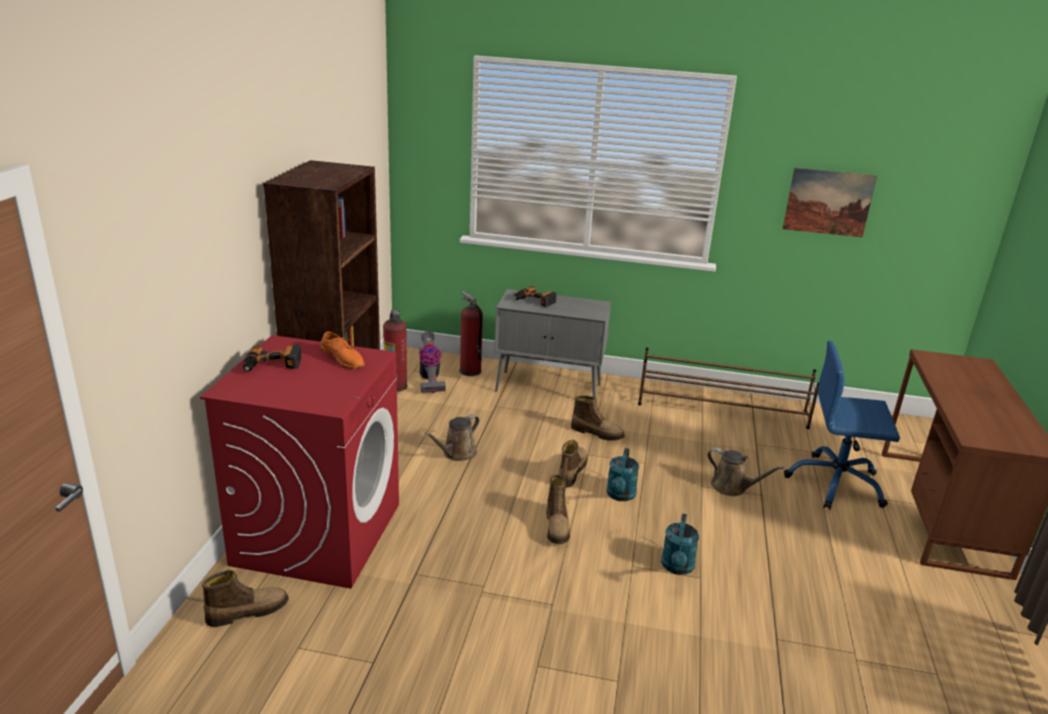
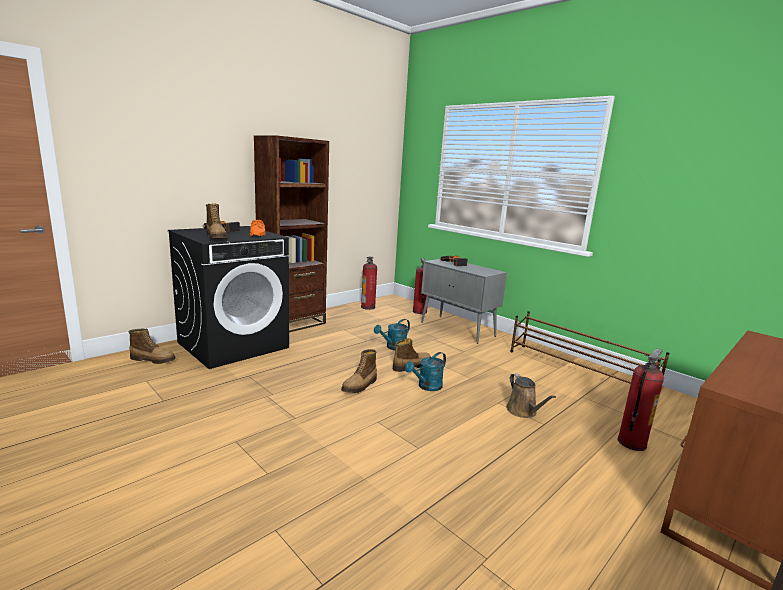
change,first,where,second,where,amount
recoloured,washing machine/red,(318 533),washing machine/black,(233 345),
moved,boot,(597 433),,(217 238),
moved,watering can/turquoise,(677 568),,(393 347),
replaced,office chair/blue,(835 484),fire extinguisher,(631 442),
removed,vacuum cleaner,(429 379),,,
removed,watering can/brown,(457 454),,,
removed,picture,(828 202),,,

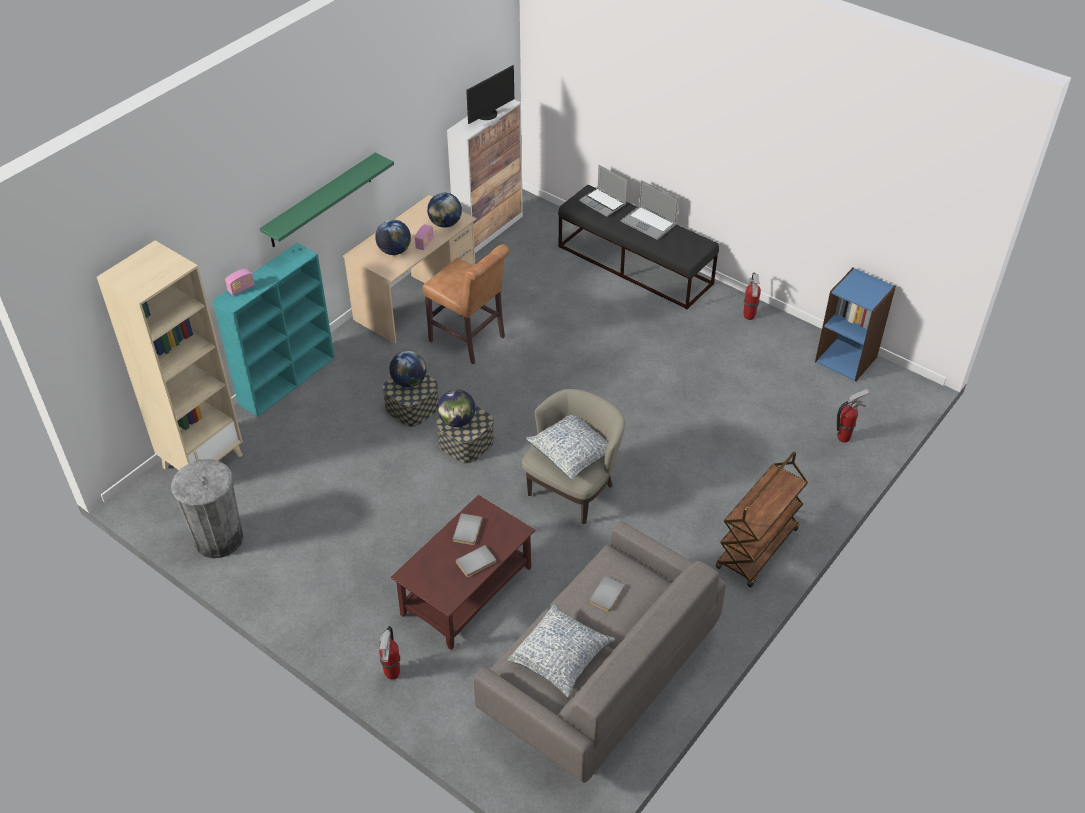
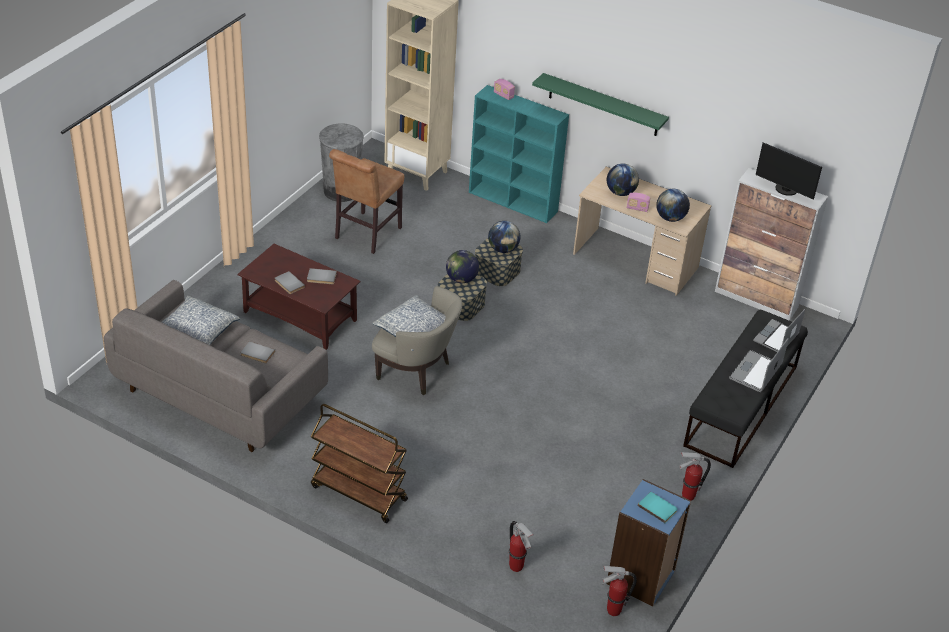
change,first,where,second,where,amount
moved,chair/brown,(470 341),,(366 235),
moved,fire extinguisher,(392 674),,(613 611),
added,,,book/turquoise,(658 508),

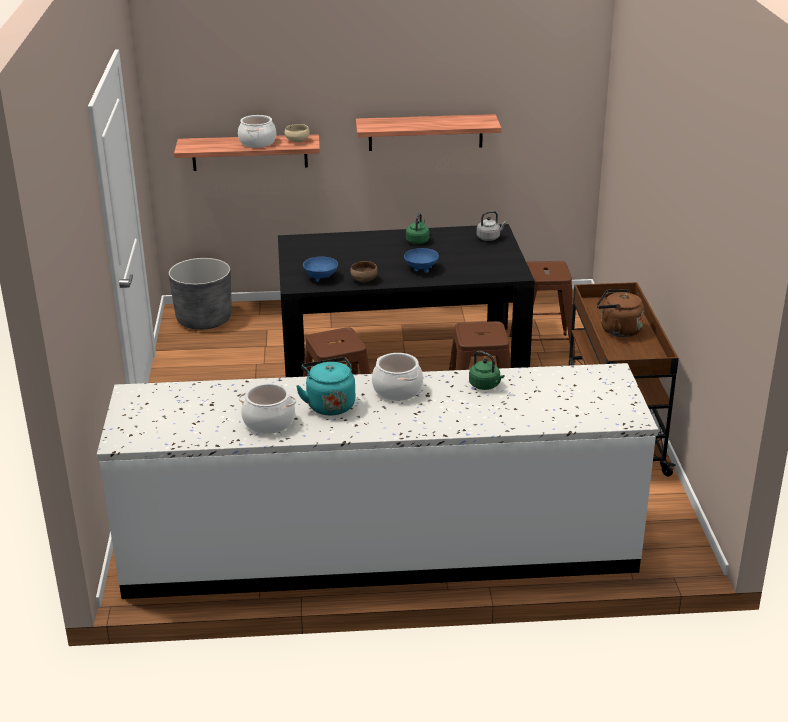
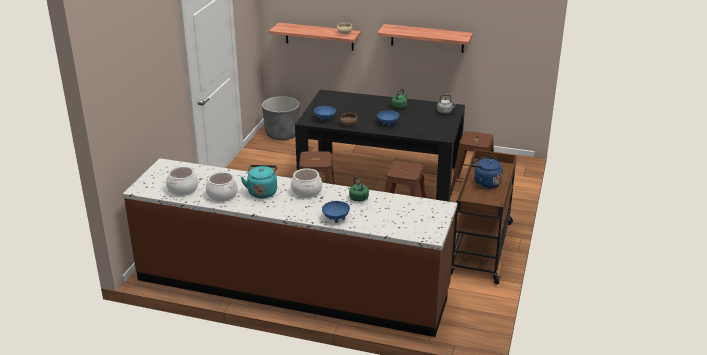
change,first,where,second,where,amount
recoloured,counter/white,(379 547),counter/brown,(292 285),
moved,cooking pot,(257 142),,(183 189),
added,,,bowl/blue,(336 218),
recoloured,kettle/brown,(617 330),kettle/blue,(485 183),

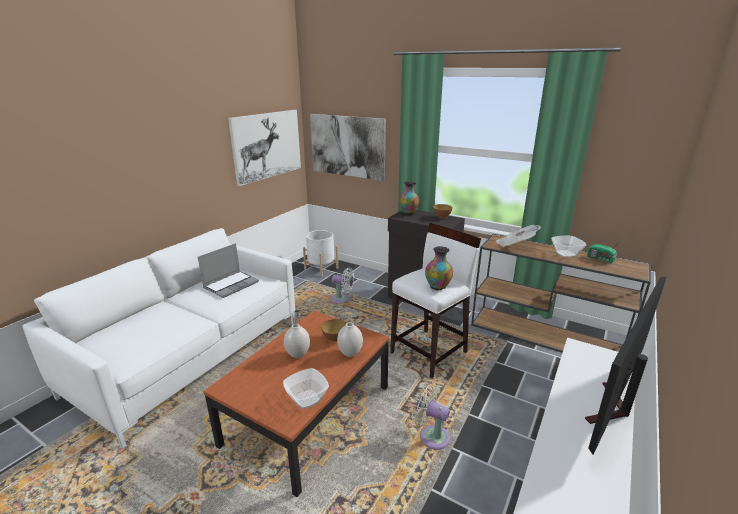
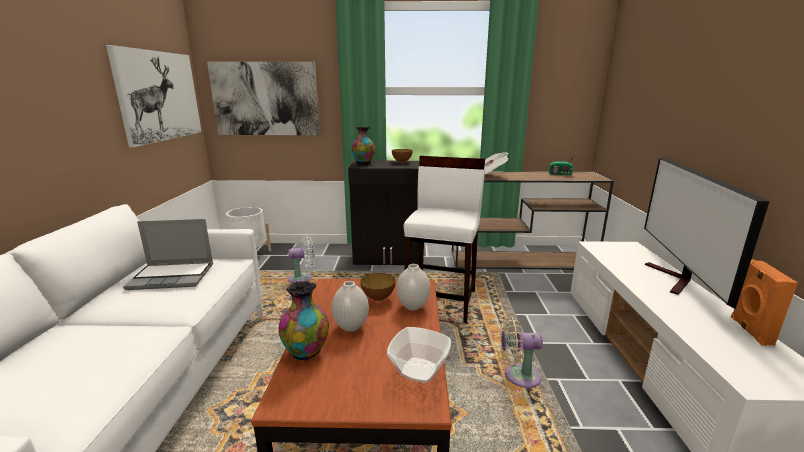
change,first,where,second,where,amount
turned,laptop,(231 284),,(173 276),75 degrees clockwise
moved,vase,(438 287),,(306 352),
added,,,speaker/orange,(749 331),
removed,bowl,(565 254),,,

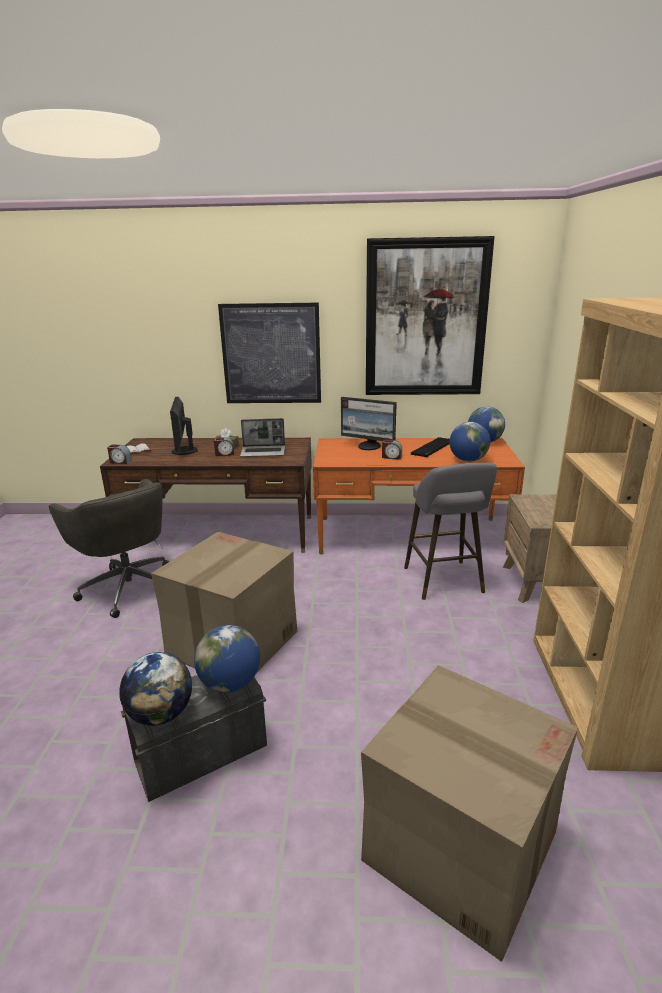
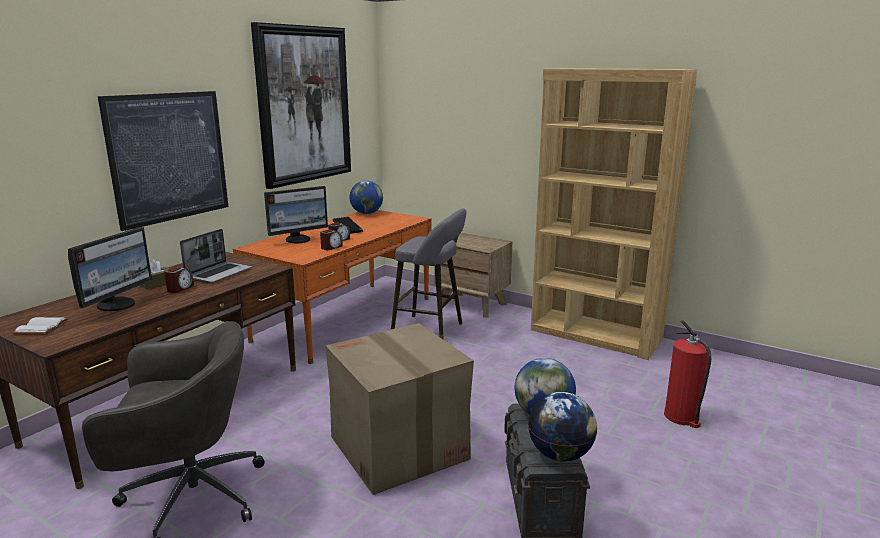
change,first,where,second,where,amount
turned,monitor,(183 451),,(117 304),90 degrees counterclockwise
moved,alarm clock,(120 461),,(331 247),
replaced,cardboard box,(459 845),fire extinguisher,(682 417),
removed,globe,(468 460),,,

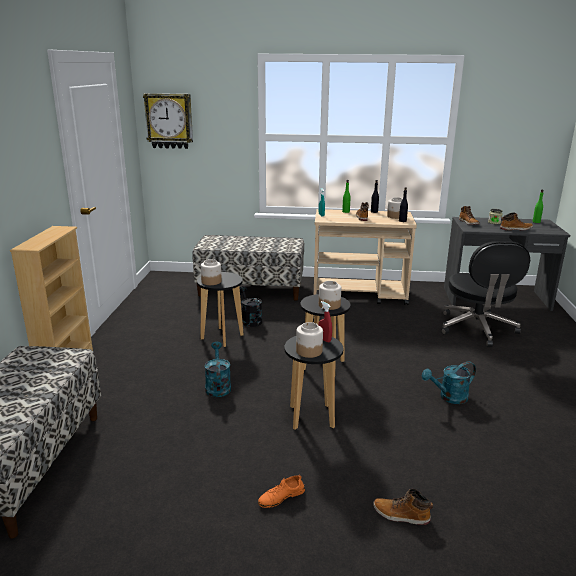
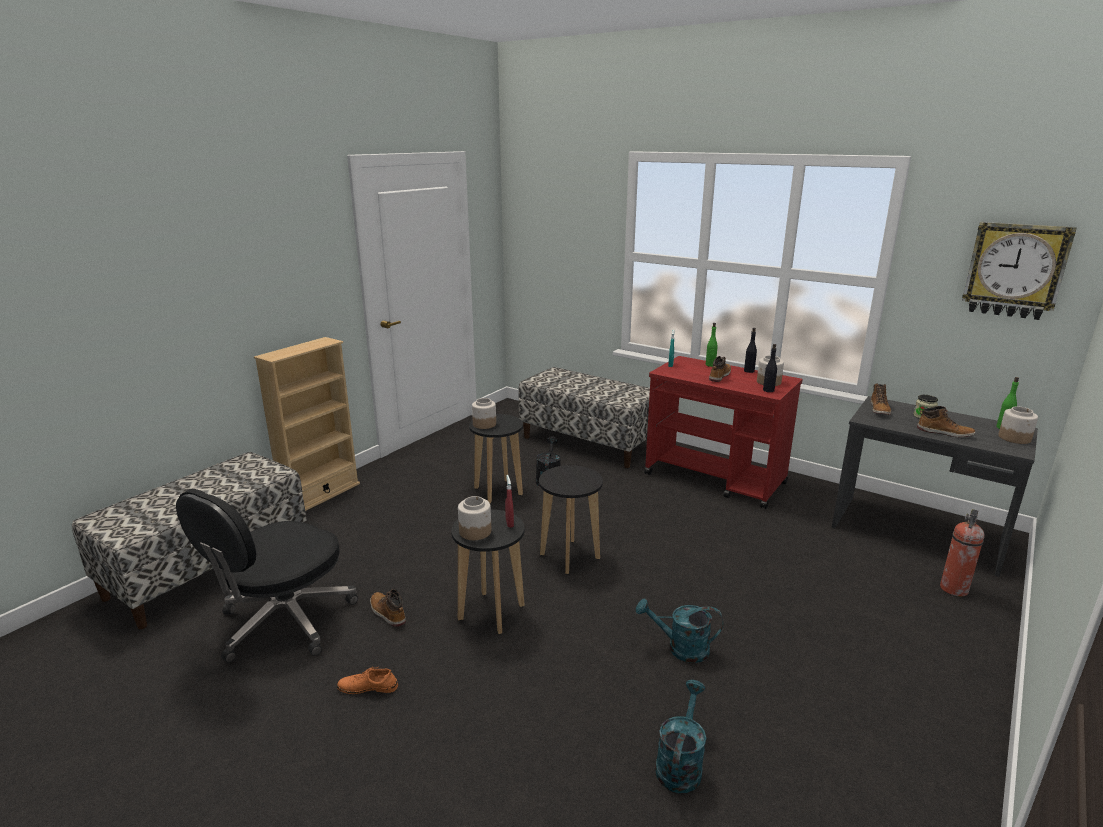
change,first,where,second,where,amount
moved,office chair/black,(477 329),,(284 622),
moved,boot,(401 515),,(387 613),
recoloured,cart/beige,(360 294),cart/red,(715 479),
moved,watering can/turquoise,(217 386),,(680 763),
added,,,fire extinguisher,(953 589),
moved,wall clock,(169 121),,(1015 270),
moved,jar,(329 305),,(1014 438),

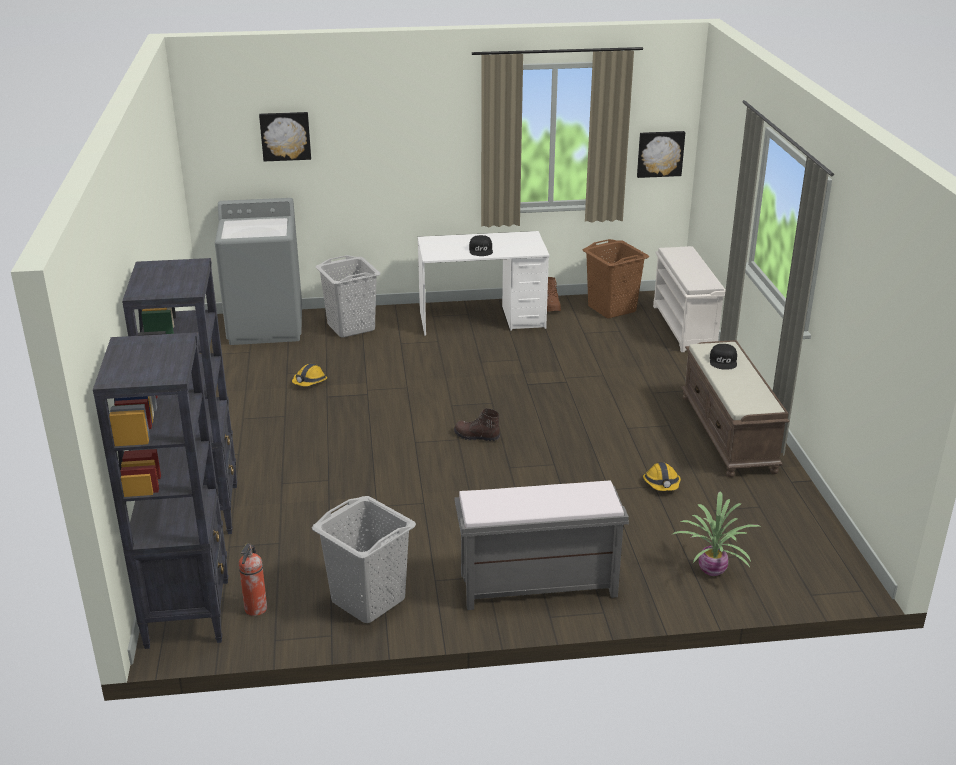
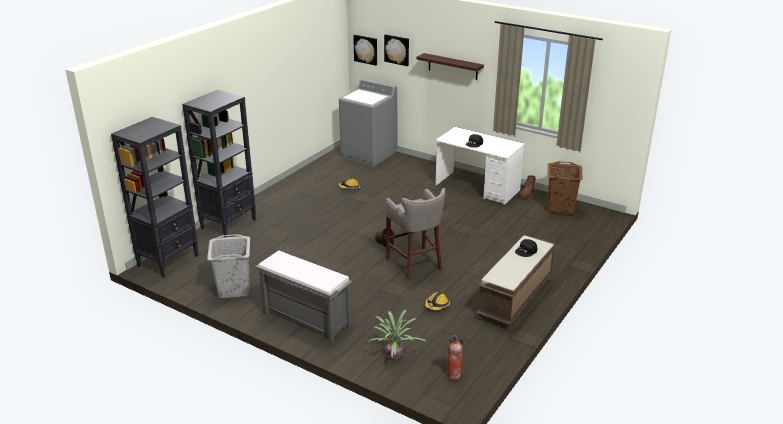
change,first,where,second,where,amount
moved,picture,(660 153),,(366 49),
added,,,stool/grey,(415 264),
added,,,shelf,(453 66),
moved,fire extinguisher,(255 609),,(453 375),
removed,laundry basket/grey,(351 327),,,
removed,shoe rack/white,(685 327),,,

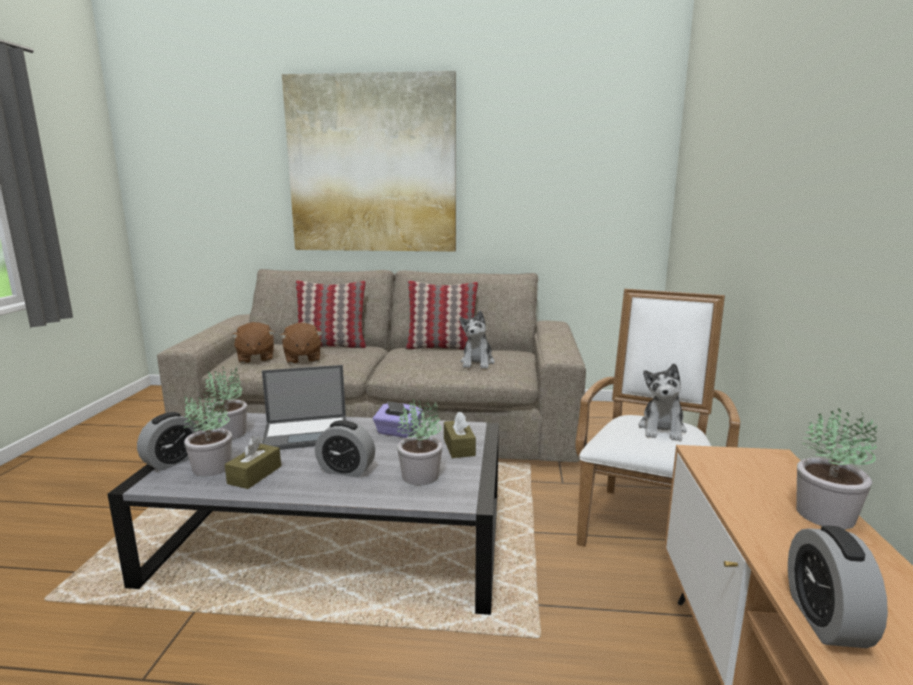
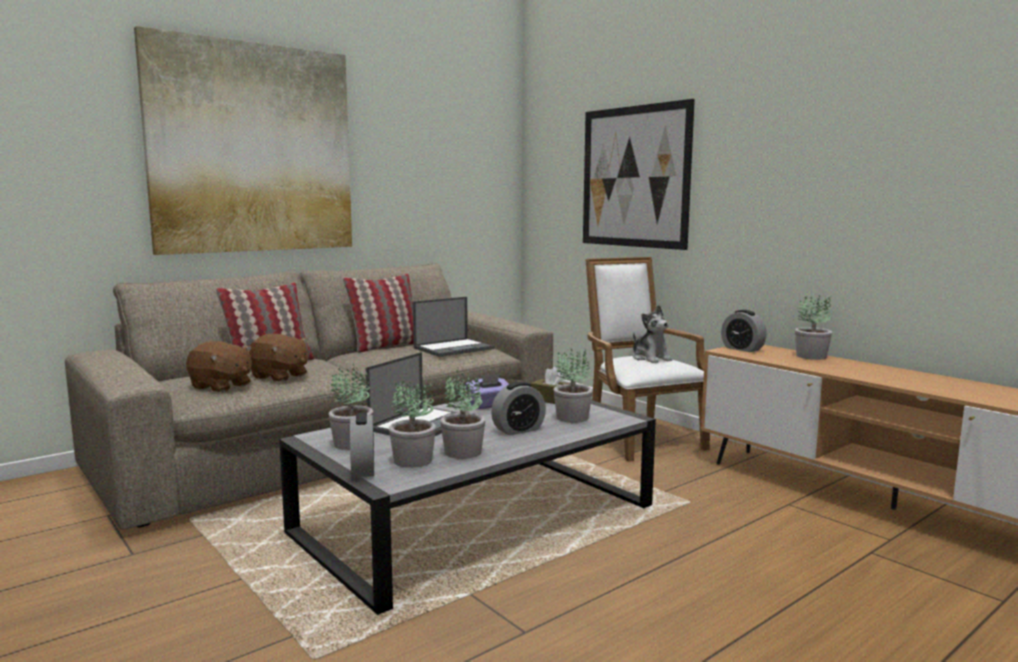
change,first,where,second,where,amount
replaced,plush toy,(477 362),laptop,(454 348),
replaced,tissue box/brown,(254 475),potted plant,(462 452),
added,,,picture,(634 177),
moved,alarm clock,(825 620),,(742 349),

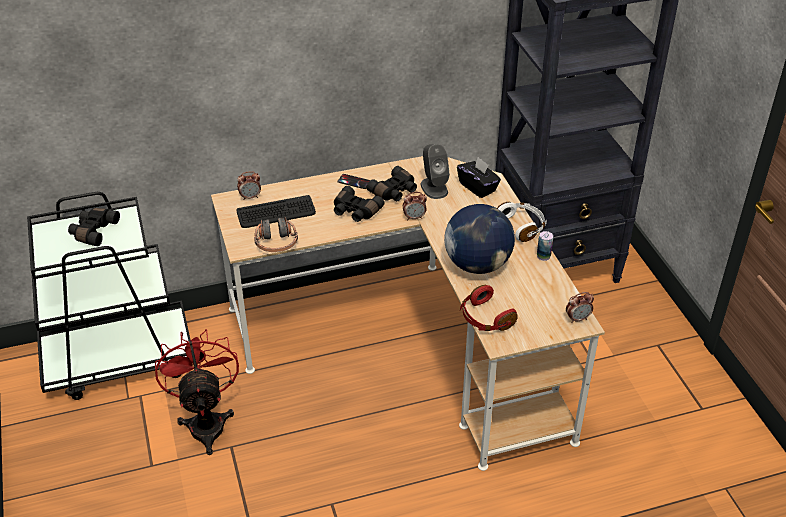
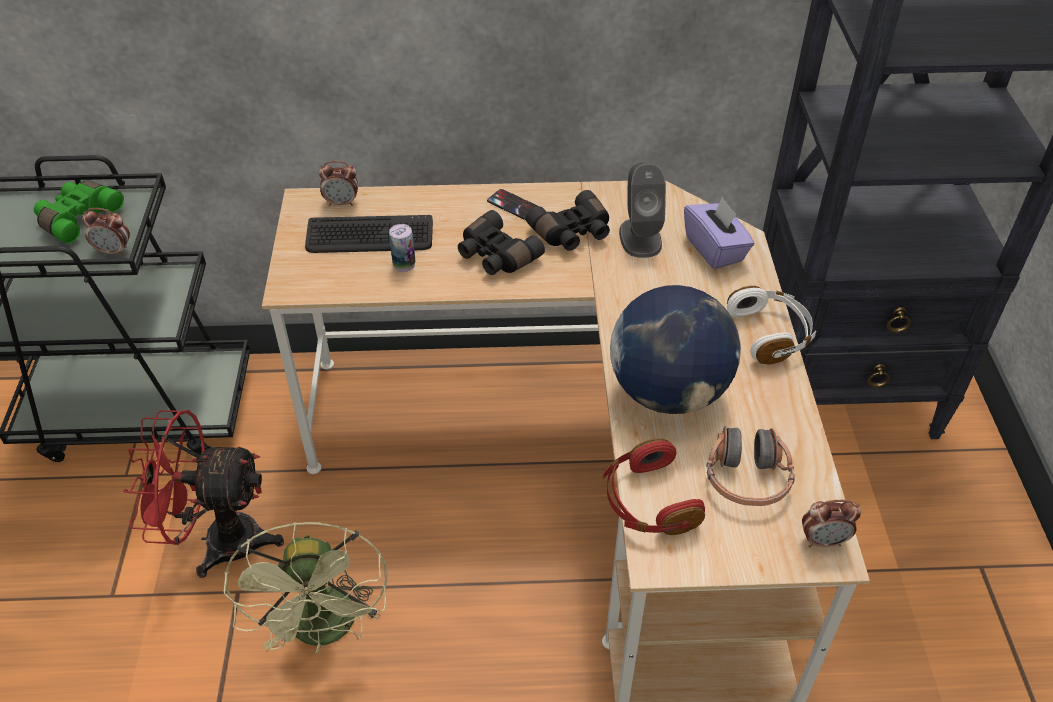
change,first,where,second,where,amount
recoloured,binoculars/black,(93 231),binoculars/green,(77 218),
moved,alarm clock,(414 217),,(114 251),
turned,fan/red,(206 422),,(218 540),90 degrees counterclockwise
added,,,fan/green,(326 631),
moved,can,(543 256),,(404 265),
recoloured,tissue box/black,(478 187),tissue box/purple,(715 249),
moved,headphones,(276 243),,(746 478),

